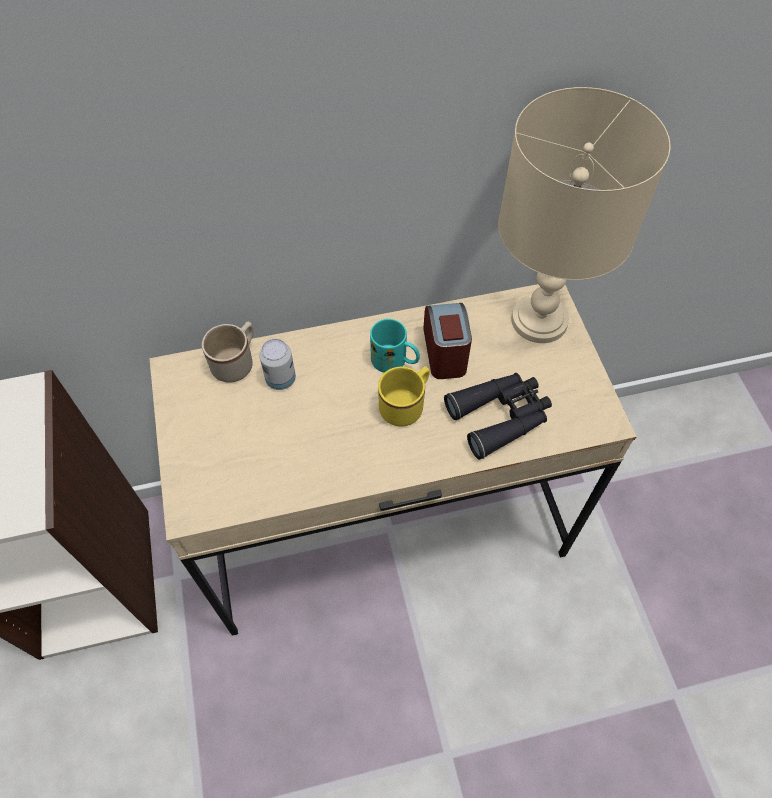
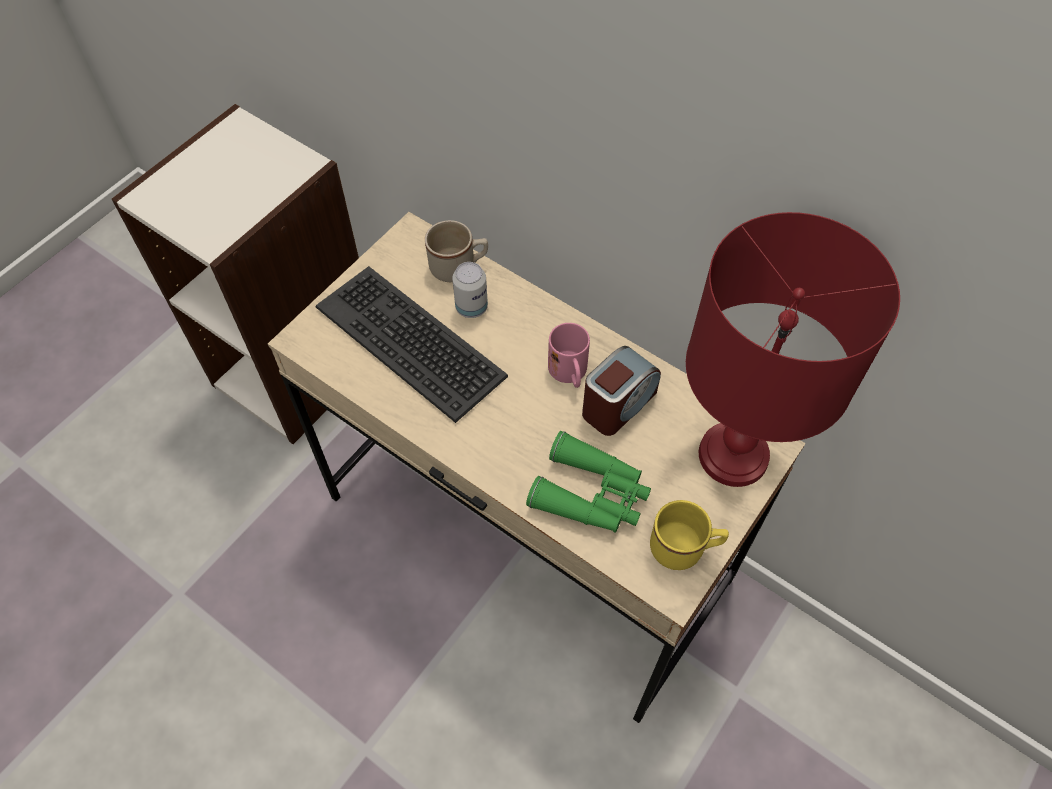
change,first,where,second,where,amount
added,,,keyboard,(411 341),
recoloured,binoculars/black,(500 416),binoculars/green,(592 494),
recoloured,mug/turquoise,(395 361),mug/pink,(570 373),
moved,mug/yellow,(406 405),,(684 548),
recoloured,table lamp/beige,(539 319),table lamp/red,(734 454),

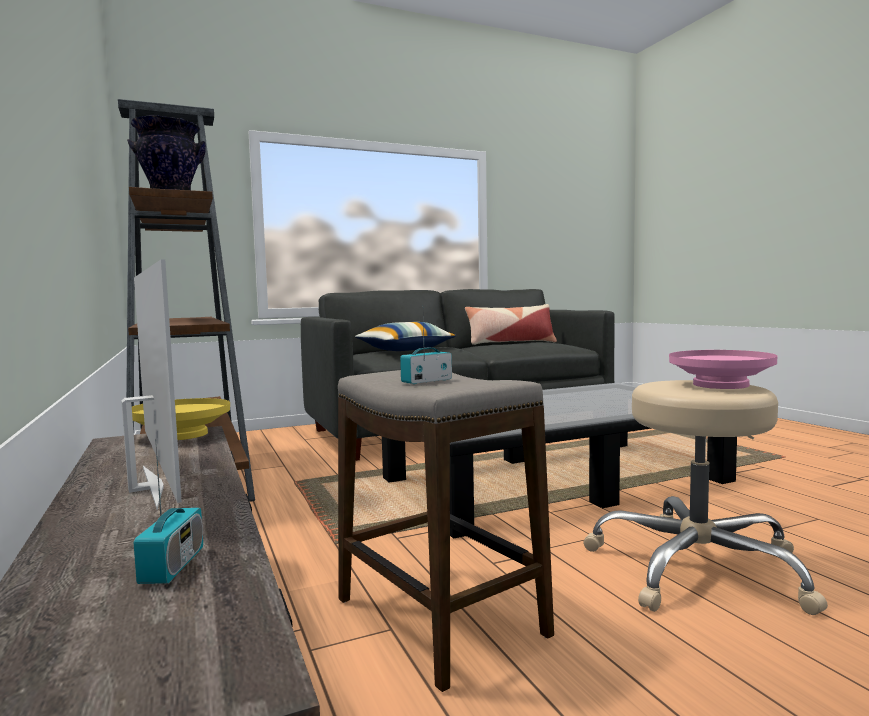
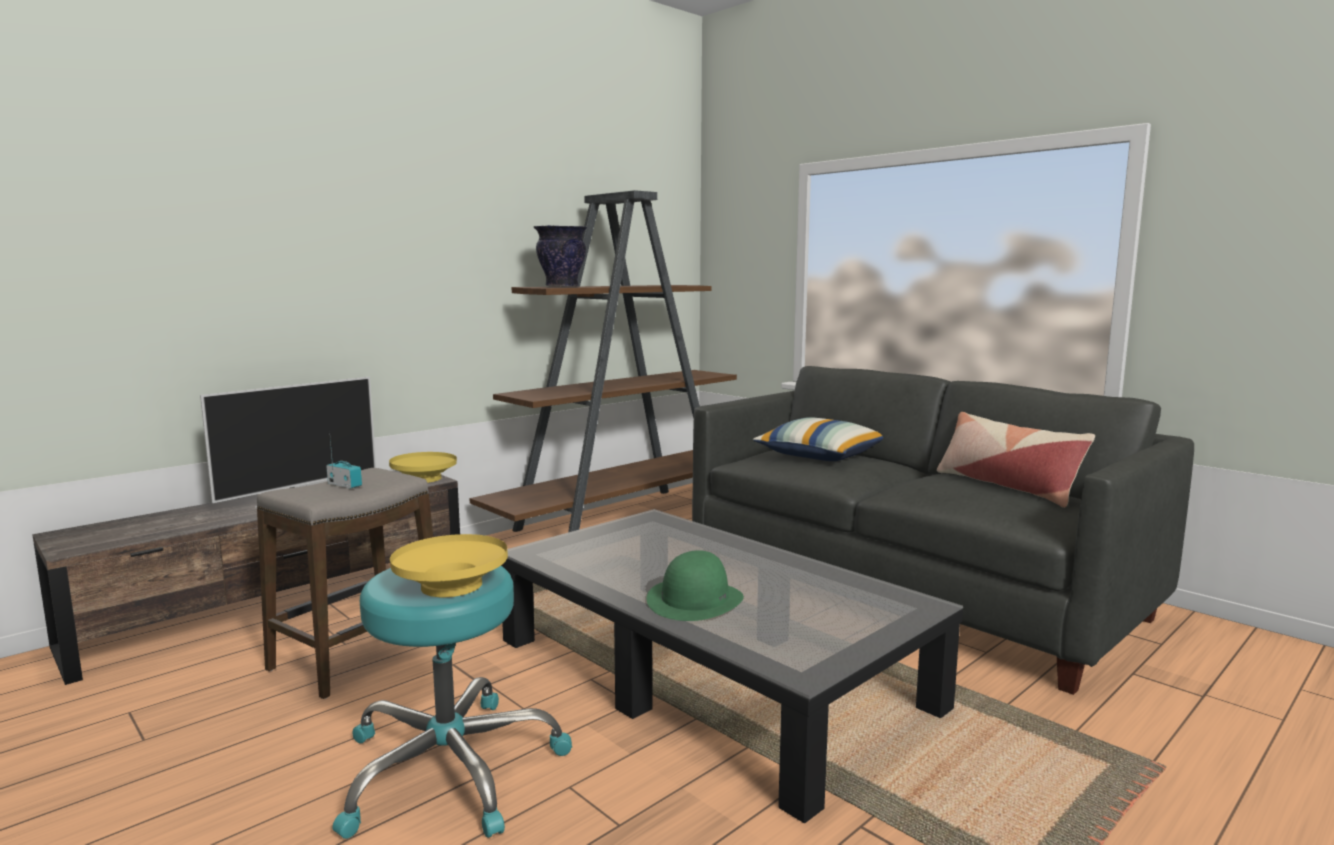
change,first,where,second,where,amount
recoloured,stool/beige,(697 567),stool/turquoise,(450 768),
recoloured,bowl/pink,(720 385),bowl/yellow,(451 586),
added,,,hat/green,(695 599),
removed,radio,(173 566),,,

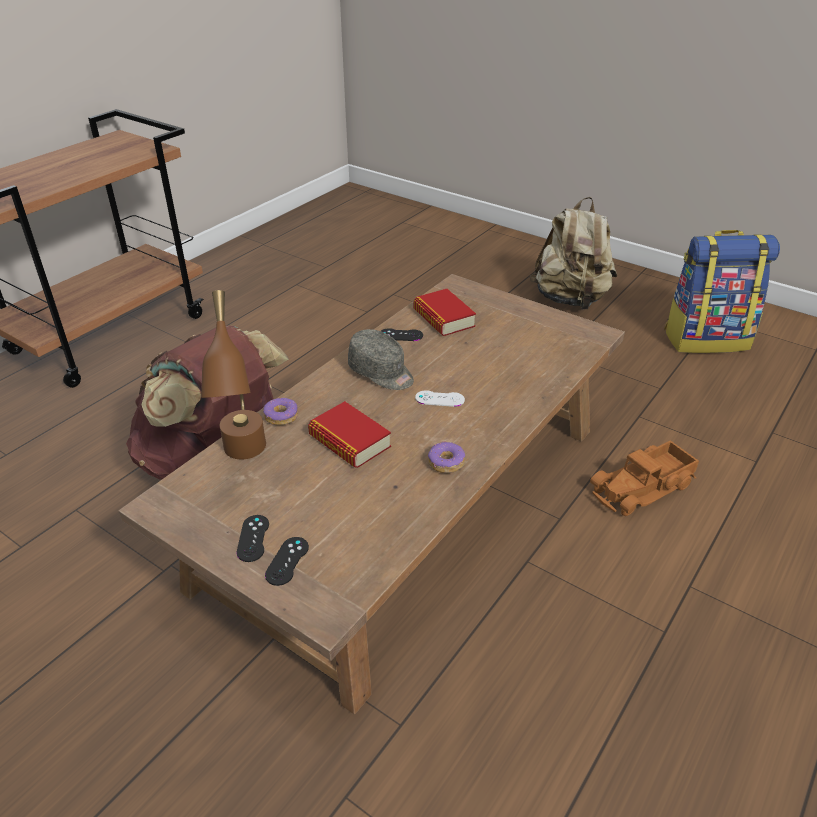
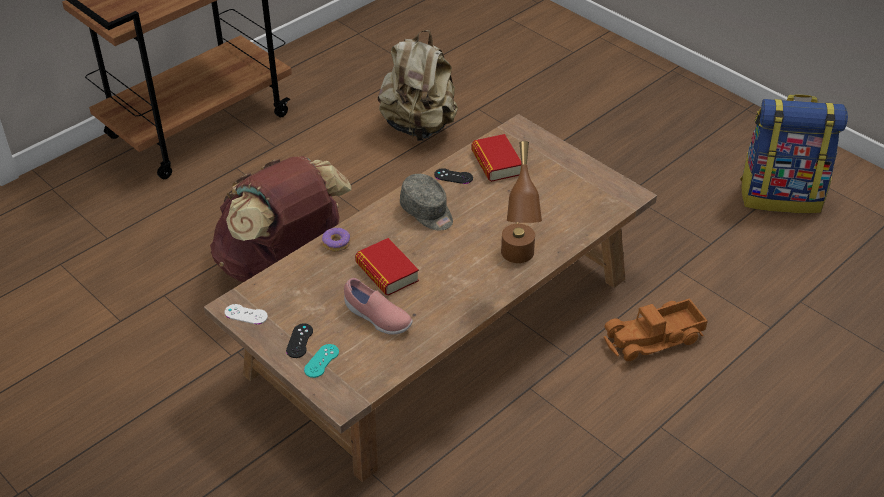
change,first,where,second,where,amount
moved,game controller/white,(439 399),,(246 314),
recoloured,game controller/black,(287 561),game controller/turquoise,(321 361),
added,,,shoe/pink,(377 318),
moved,backpack/beige,(570 299),,(419 126),
moved,table lamp/brown,(244 459),,(518 263),
removed,donut,(446 463),,,

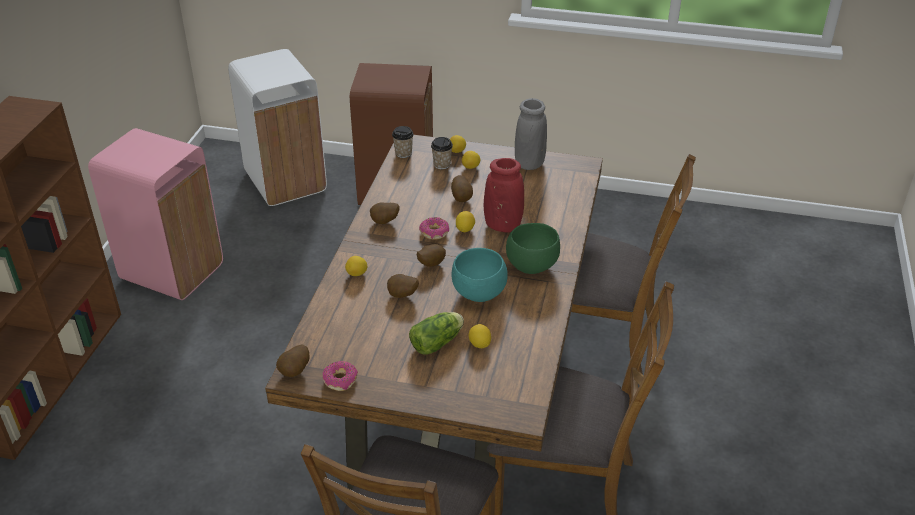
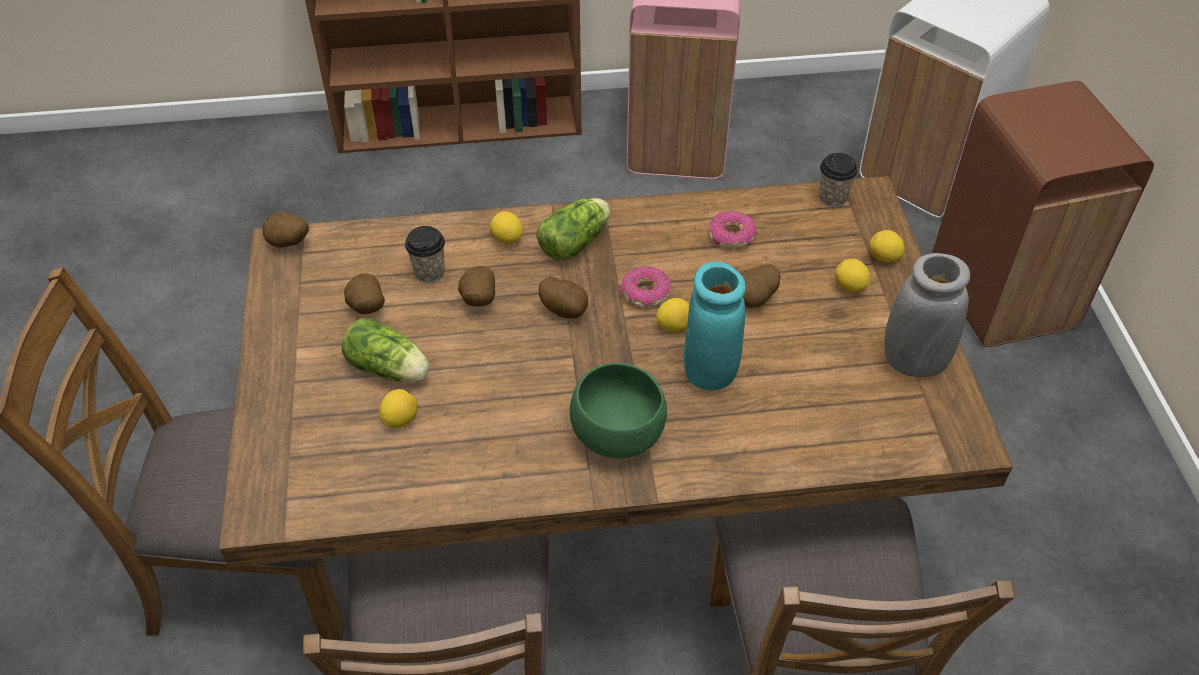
change,first,where,second,where,amount
moved,potato,(385 222),,(366 309),
moved,cup,(442 165),,(429 272),
added,,,lettuce,(577 241),
recoloured,vase/red,(503 225),vase/turquoise,(710 371),
moved,donut,(340 380),,(732 236),
removed,bowl/turquoise,(480 294),,,

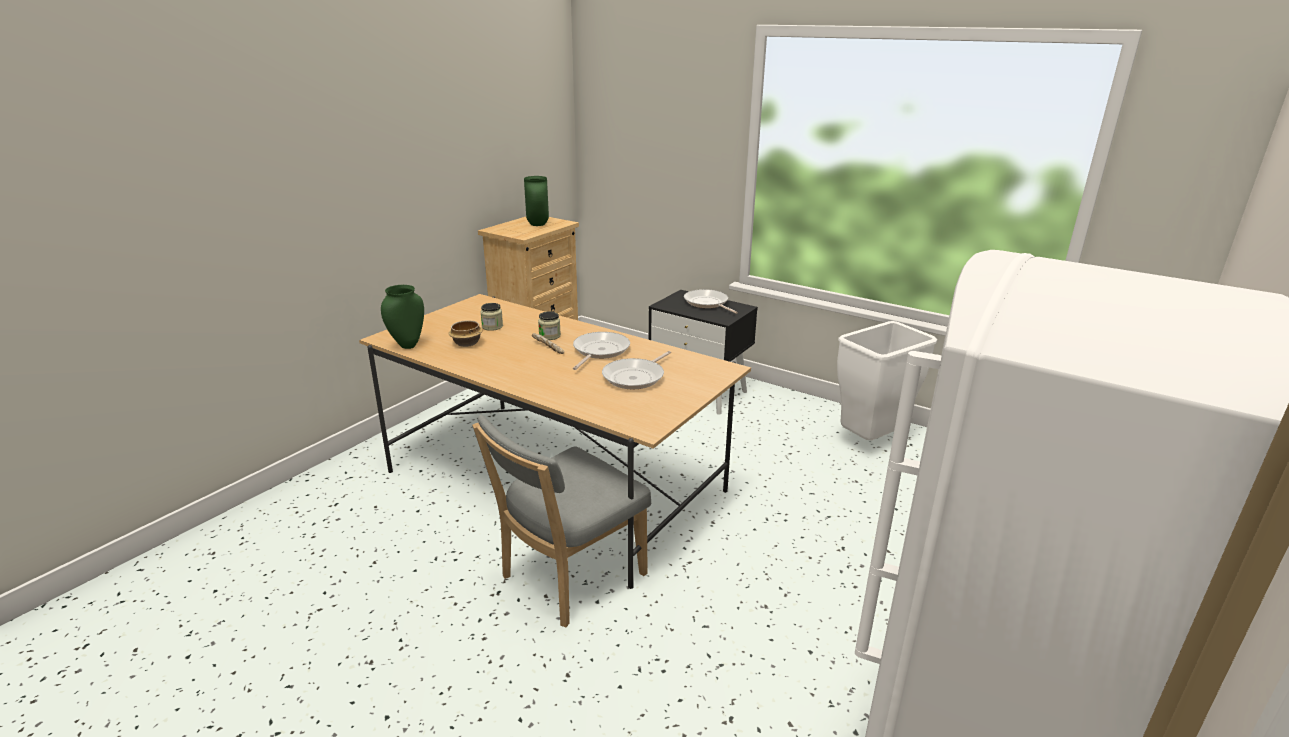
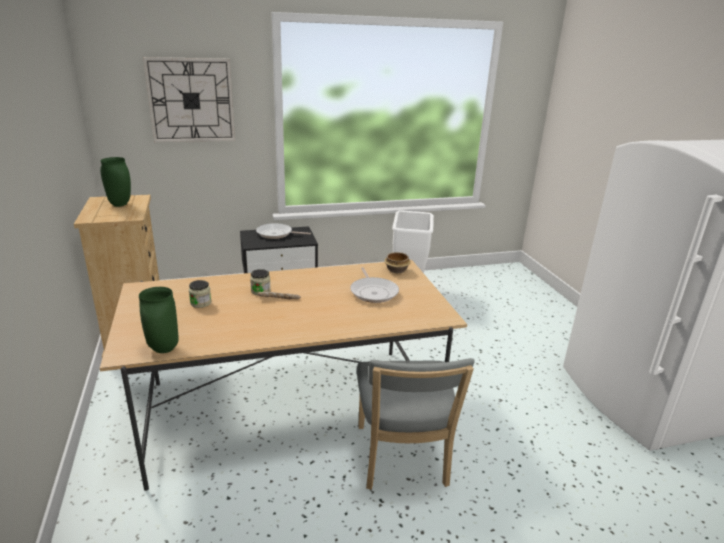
change,first,where,second,where,amount
added,,,wall clock,(191 100),
moved,bowl,(467 343),,(397 270),
removed,frying pan,(599 351),,,

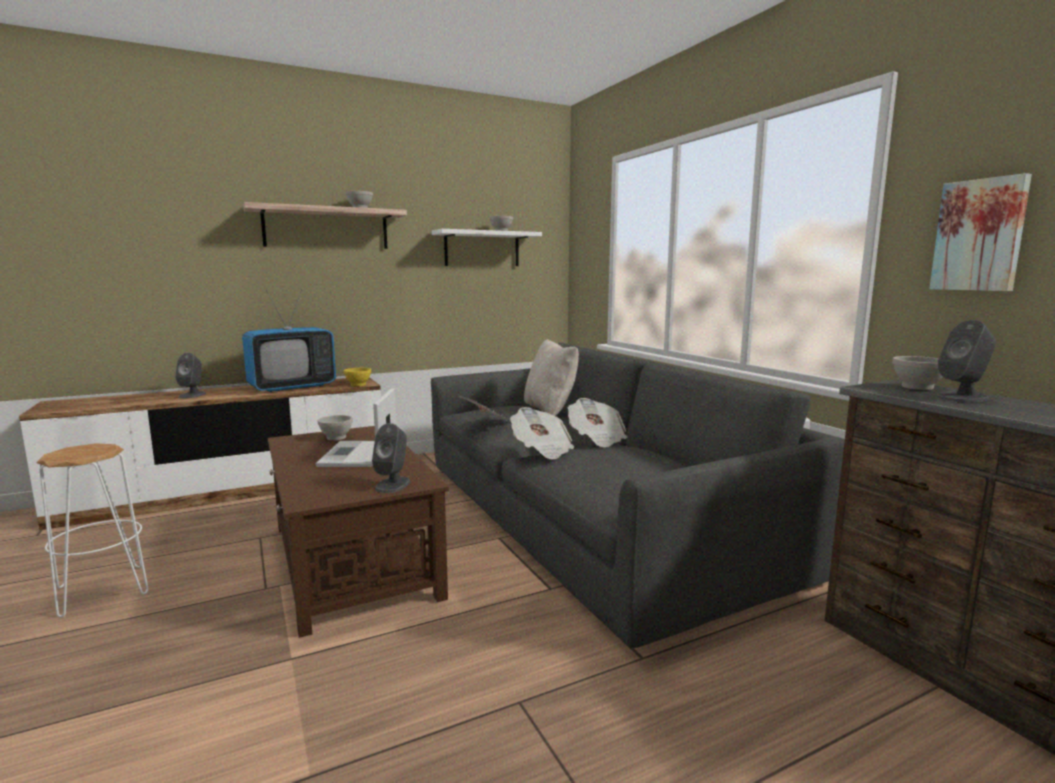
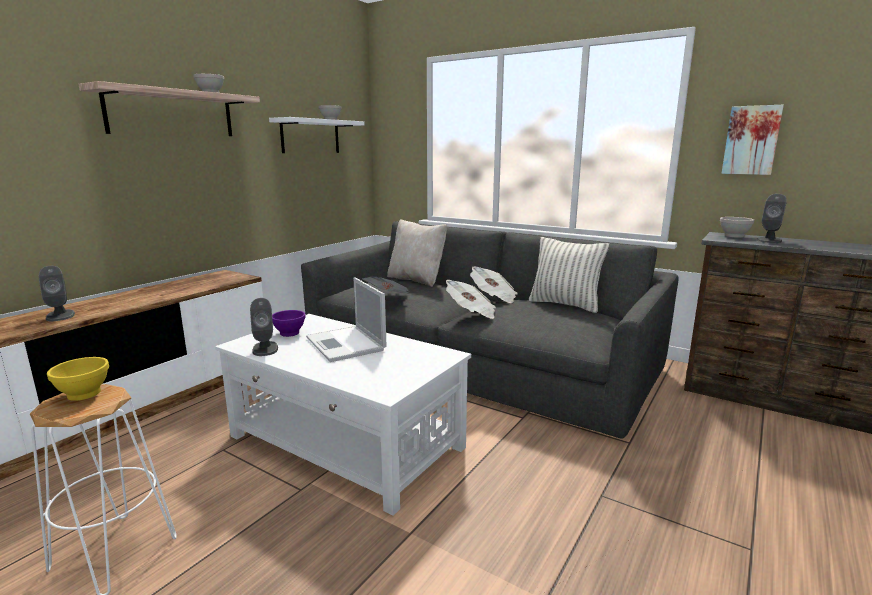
change,first,where,second,where,amount
moved,bowl/yellow,(358 385),,(84 394),
recoloured,coffee table/brown,(352 560),coffee table/white,(346 442),
moved,speaker/grey,(393 485),,(265 349),
recoloured,bowl/white,(336 438),bowl/purple,(289 333),
added,,,pillow,(565 304),
removed,television,(292 387),,,

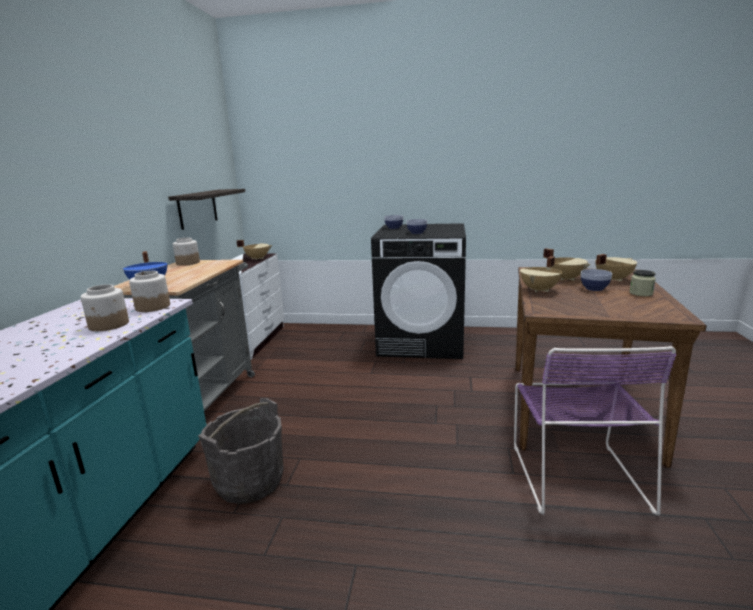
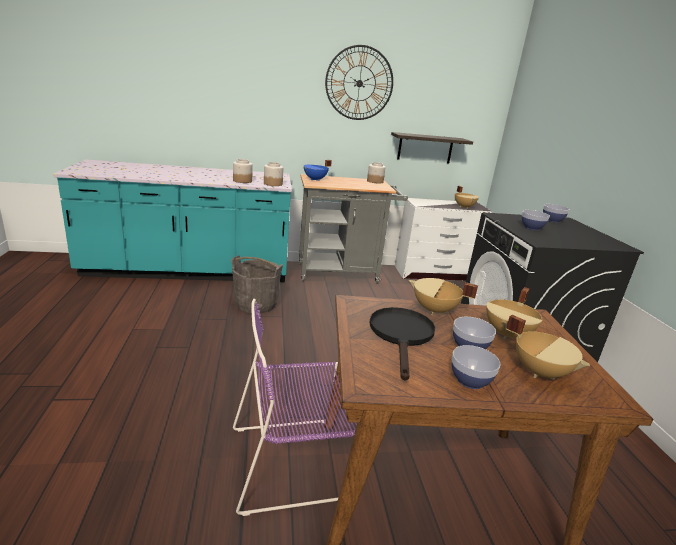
change,first,where,second,where,amount
added,,,wall clock,(359 83),
added,,,frying pan/black,(401 336),
replaced,jar,(641 293),bowl,(470 380),

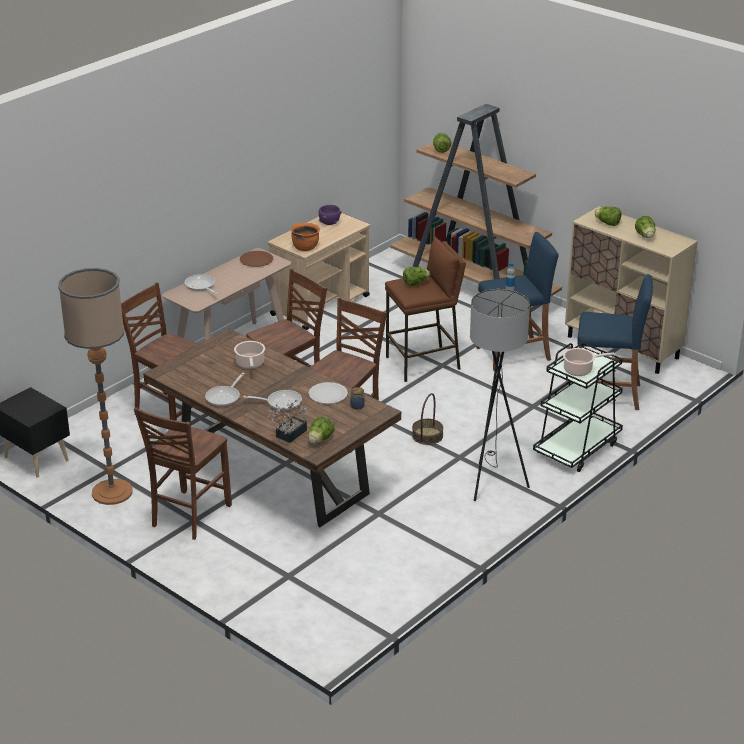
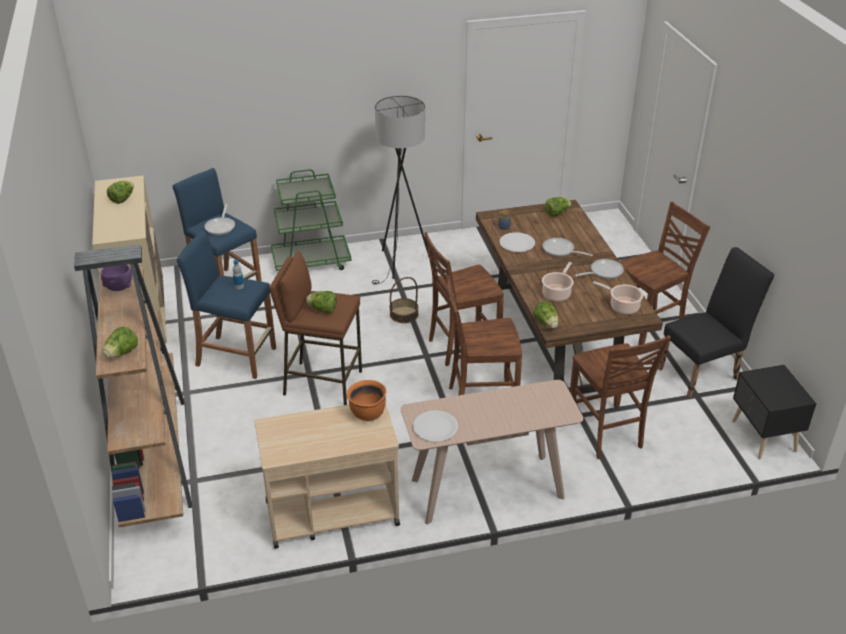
change,first,where,second,where,amount
moved,bowl/purple,(329 223),,(119 287),
moved,frying pan,(201 286),,(221 226),
recoloured,cart/black,(577 448),cart/green,(311 261),
recoloured,plate/brown,(256 260),plate/white,(435 427),
moved,lettuce,(607 223),,(546 324),
moved,cooking pot,(580 370),,(622 306),
replaced,floor lamp,(112 492),chair/black,(703 372),
removed,potted plant,(288 435),,,

